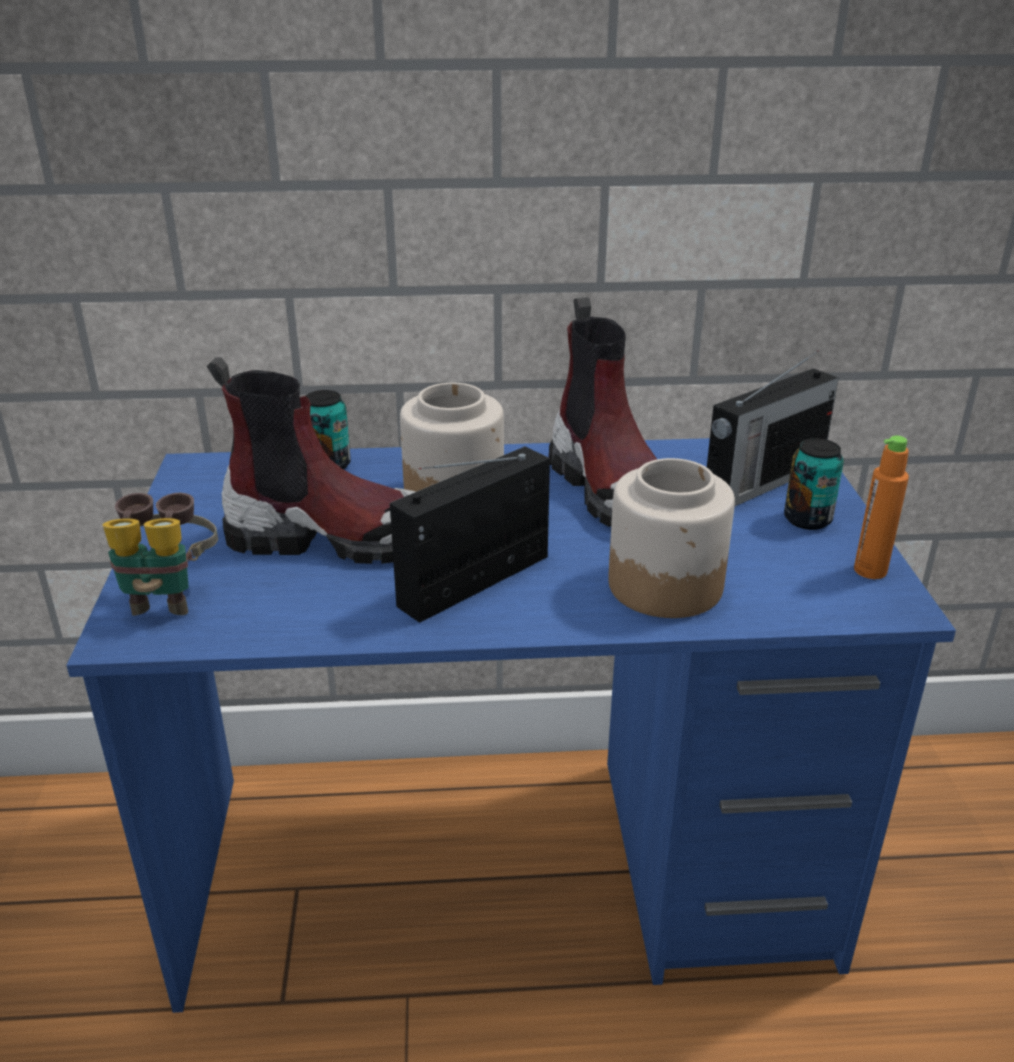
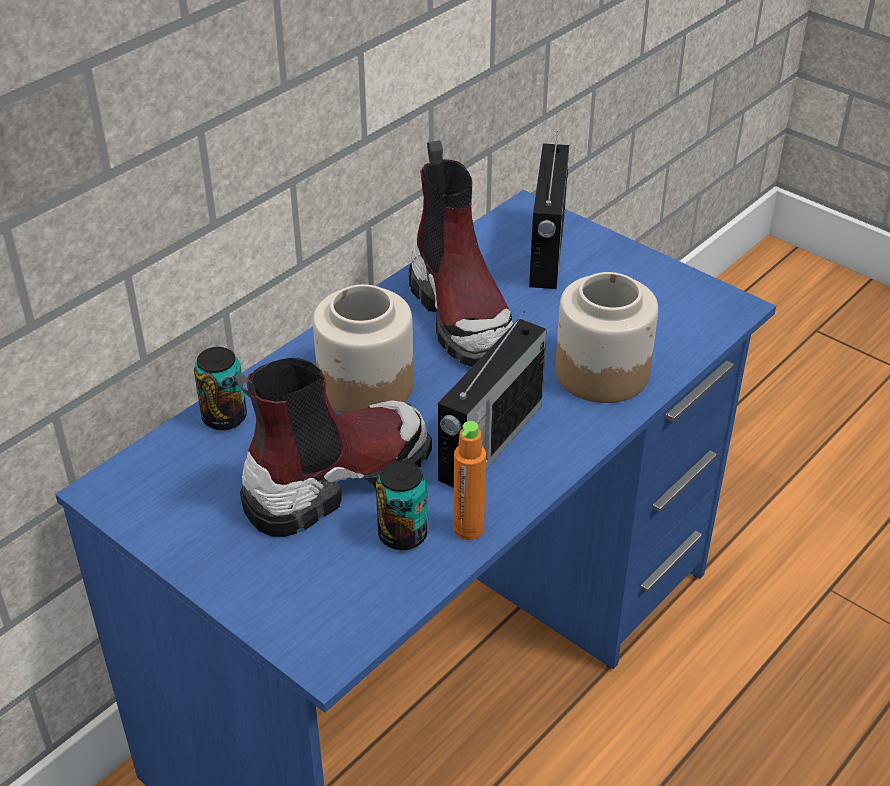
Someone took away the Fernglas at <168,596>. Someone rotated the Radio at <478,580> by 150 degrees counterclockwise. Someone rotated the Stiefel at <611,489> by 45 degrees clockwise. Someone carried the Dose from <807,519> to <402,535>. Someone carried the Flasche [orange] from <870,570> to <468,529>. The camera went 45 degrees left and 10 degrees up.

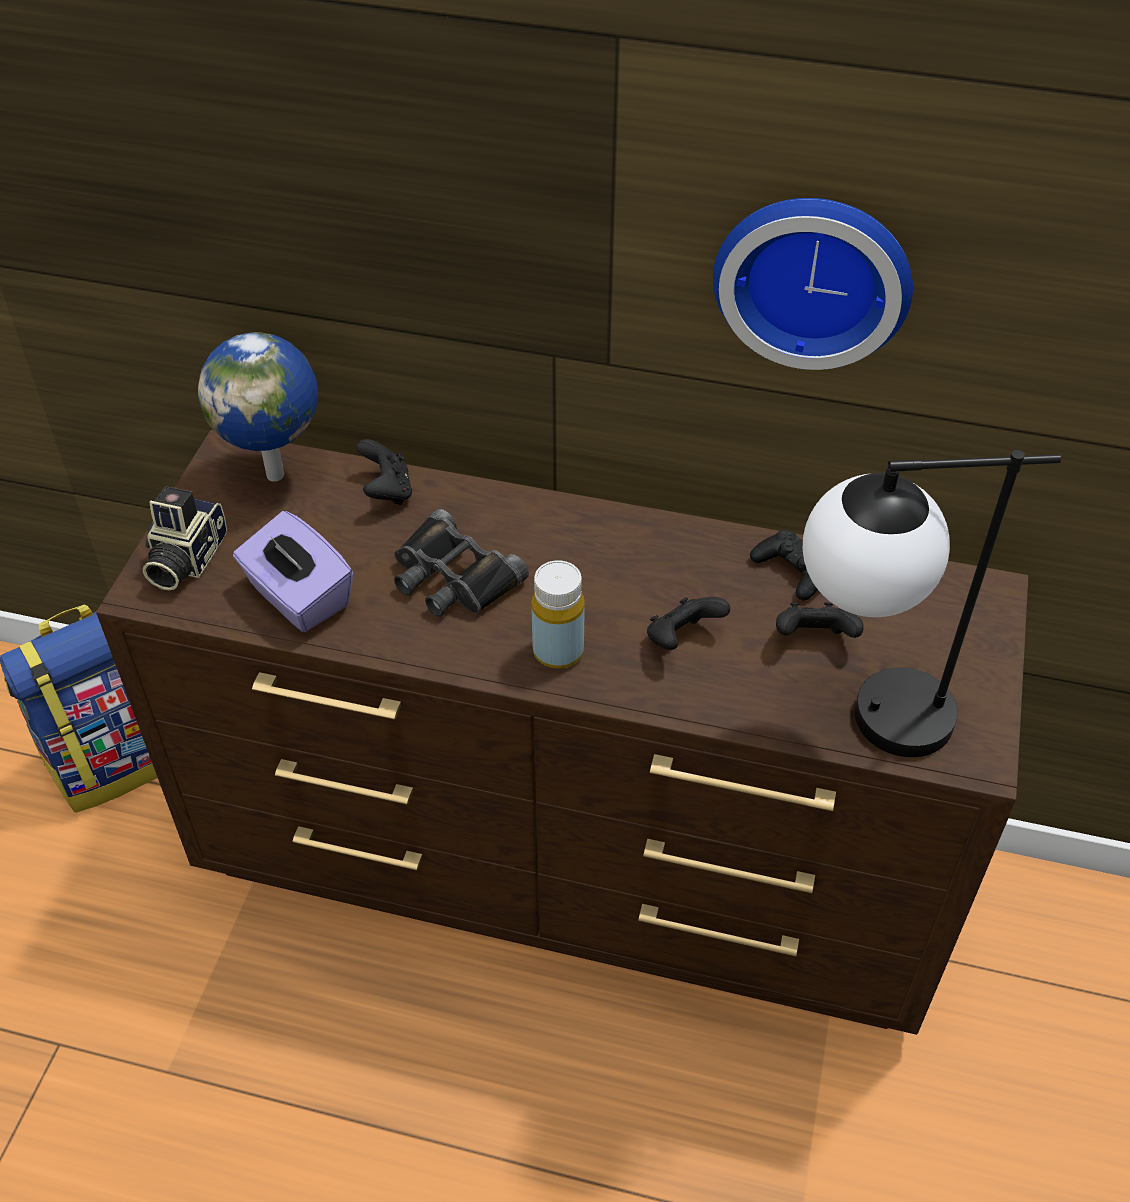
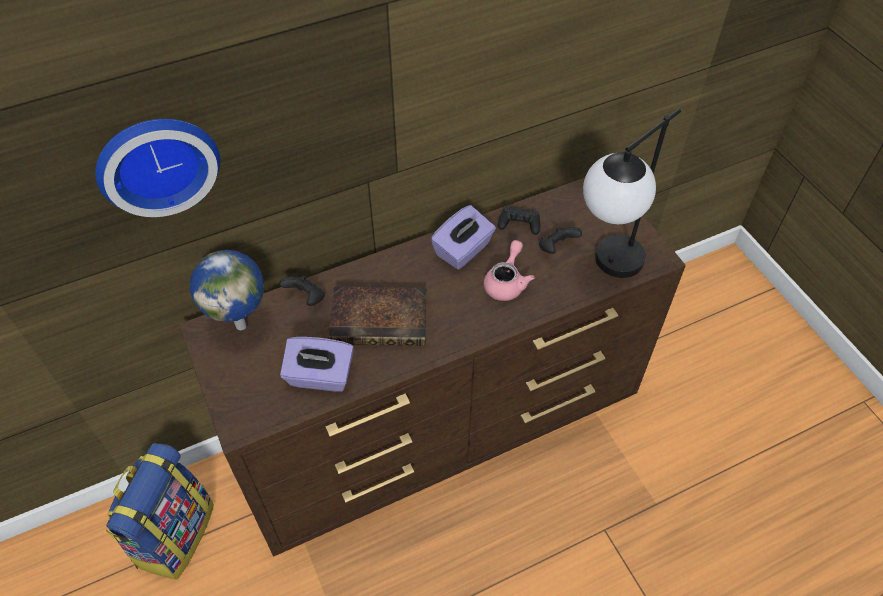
Someone took away the Kamera at <184,559>. Someone swapped the Fernglas [schwarz] at <452,577> for the Buch at <382,319>. Someone took away the Flasche [gelb] at <558,651>. Someone swapped the Gamepad [schwarz] at <682,639> for the Teekanne [rosa] at <506,282>. Someone carried the Wanduhr from <813,275> to <156,161>. Someone put down the Taschentuchbox [lila] at <463,250>. The camera went 40 degrees left and 5 degrees up.

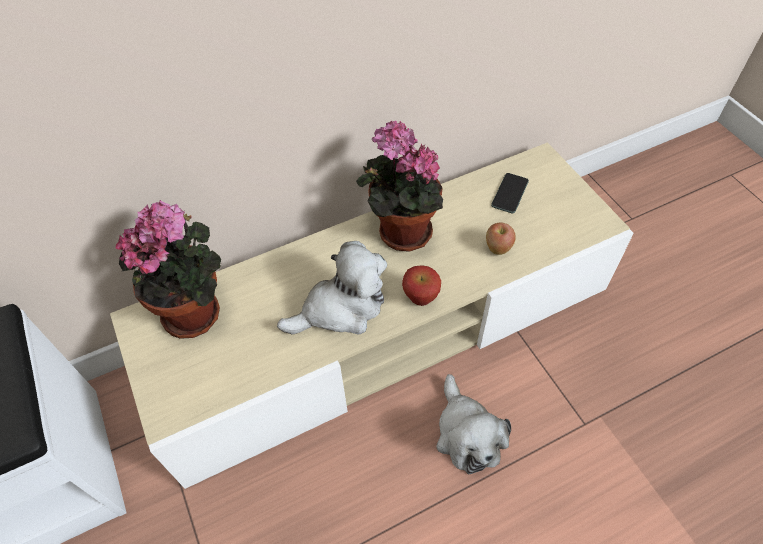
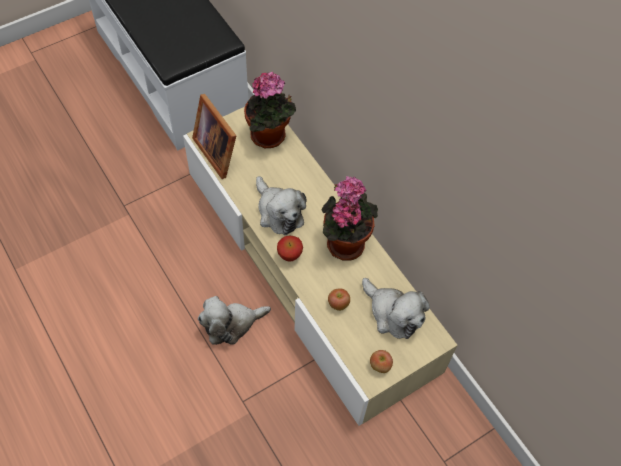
Someone swapped the Handy at <510,193> for the Plüschtier at <393,313>. Someone put down the Bilderrahmen at <218,150>. Someone put down the Apfel at <380,366>. The camera went 80 degrees right and 5 degrees up.

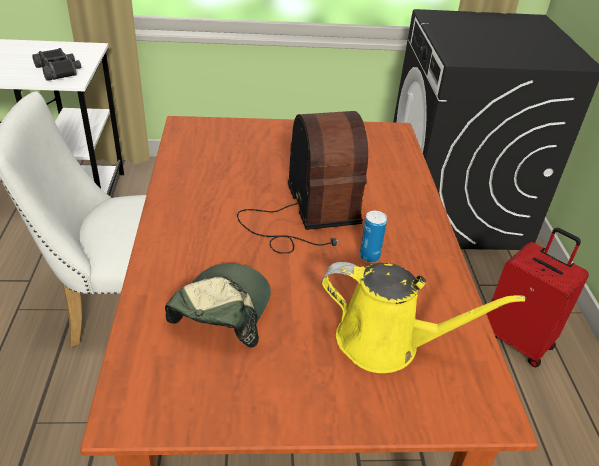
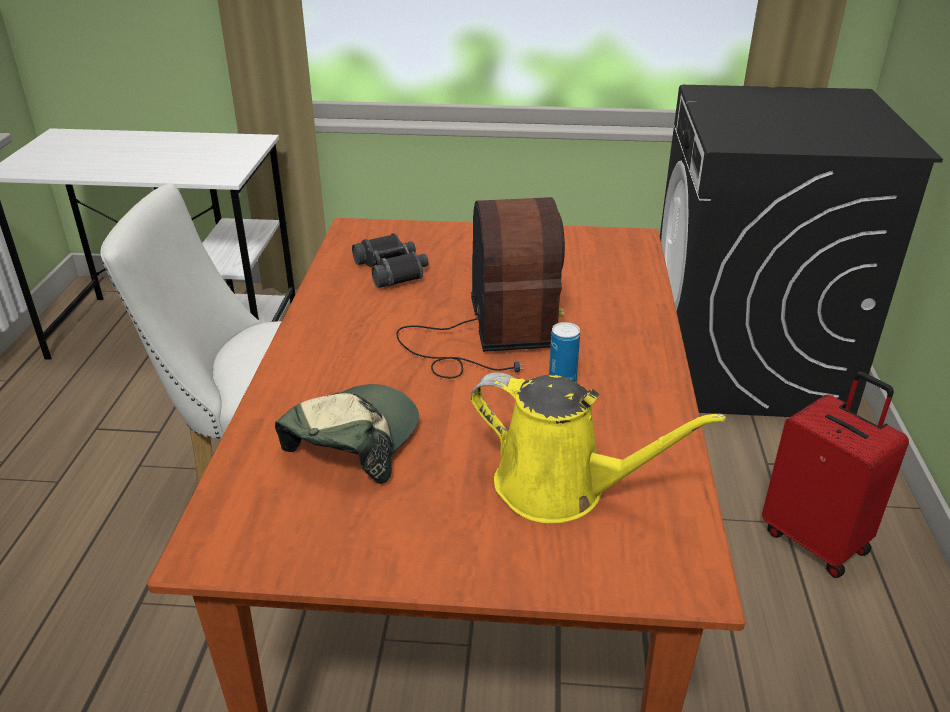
Someone carried the Fernglas [schwarz] from <59,71> to <392,270>. The camera went 10 degrees right and 5 degrees down.

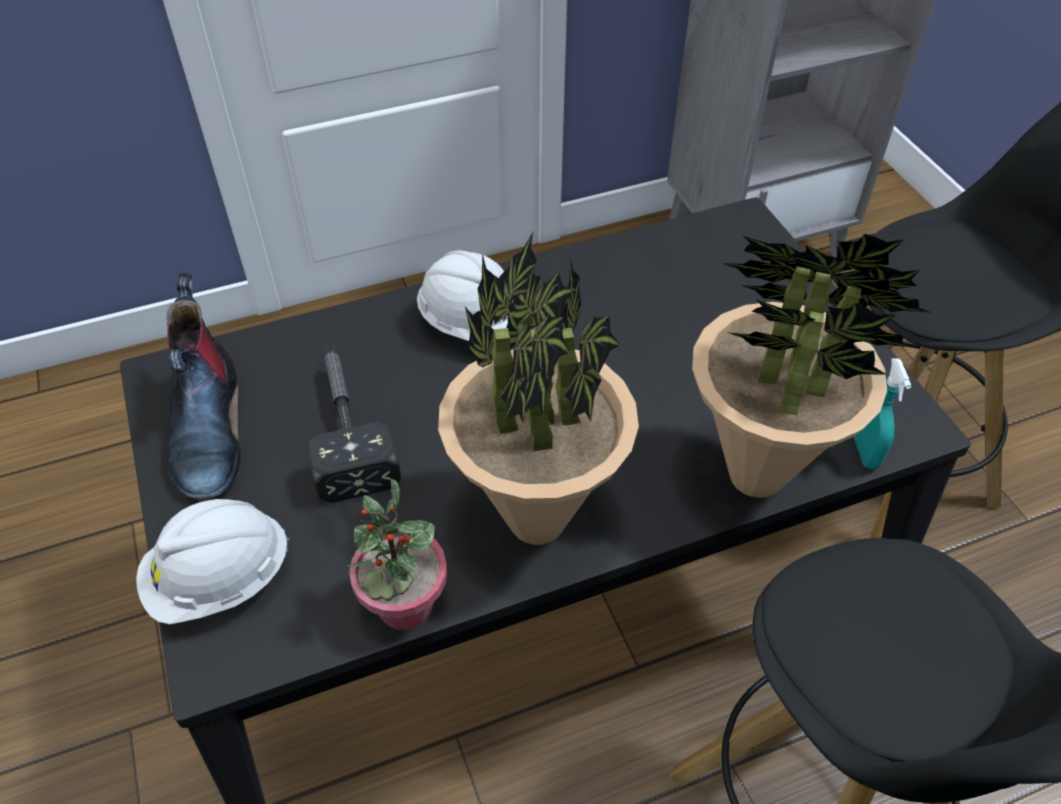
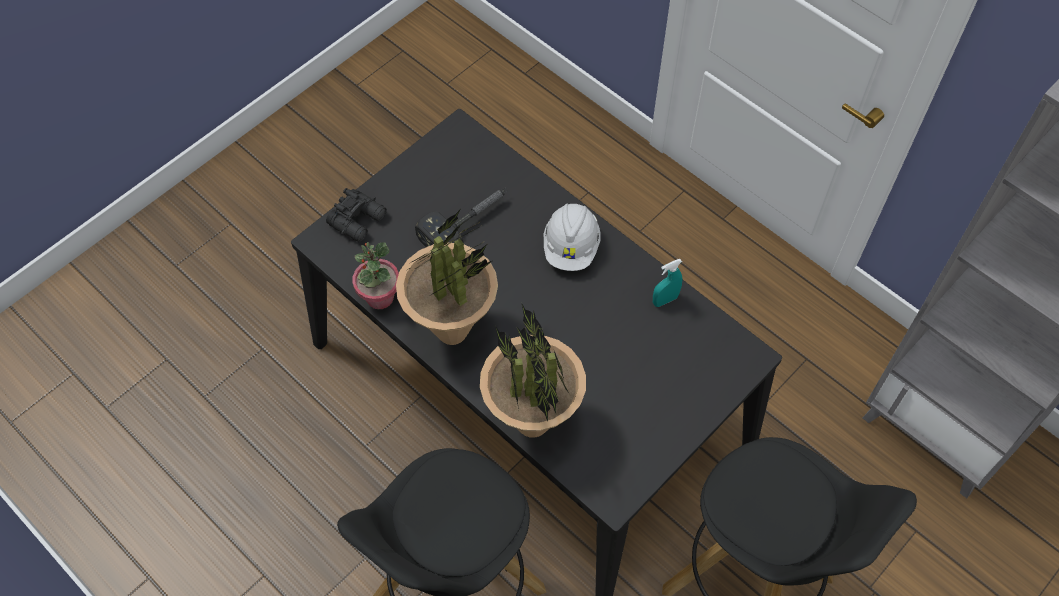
Someone swapped the Schutzhelm [weiß] at <220,580> for the Fernglas [schwarz] at <359,220>. Someone took away the Stiefel at <207,428>. Someone carried the Sprühflasche [türkis] from <865,452> to <665,300>. The camera went 65 degrees right and 10 degrees up.

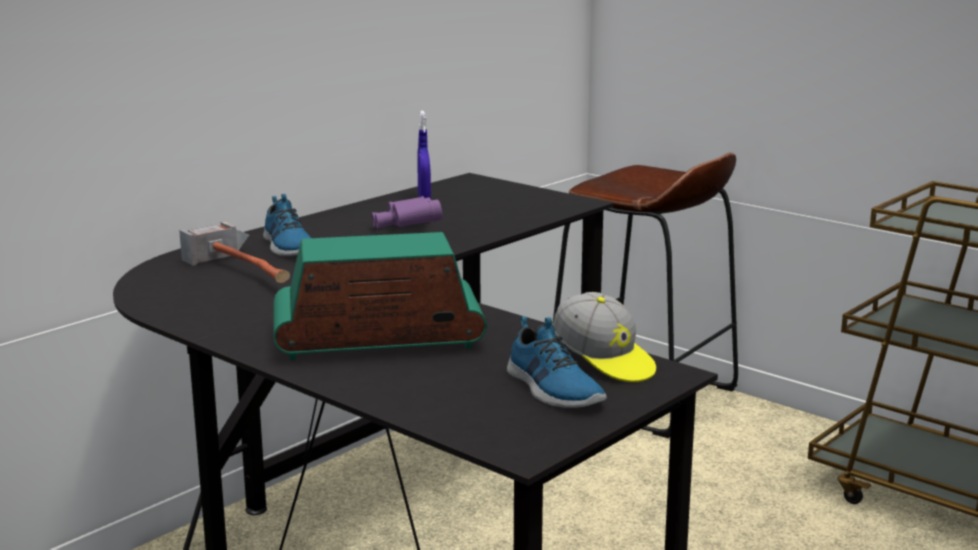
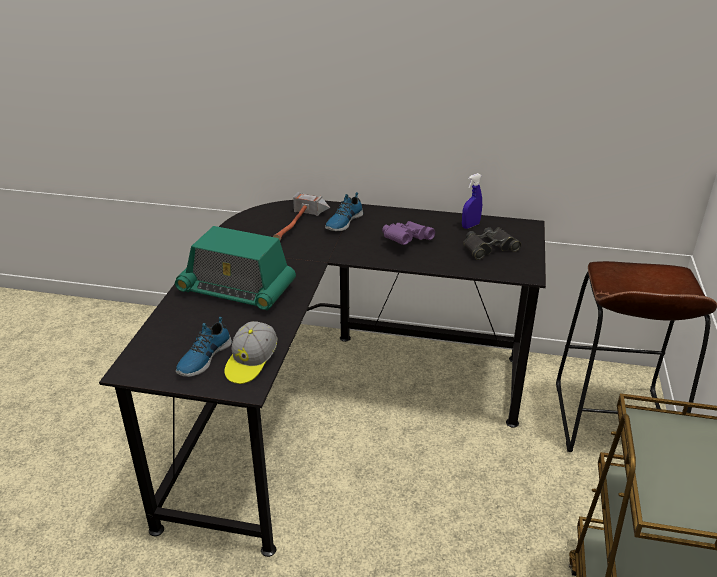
Someone rotated the Radio at <378,338> by 150 degrees clockwise. Someone put down the Fernglas [schwarz] at <489,248>. The camera went 60 degrees right and 15 degrees up.

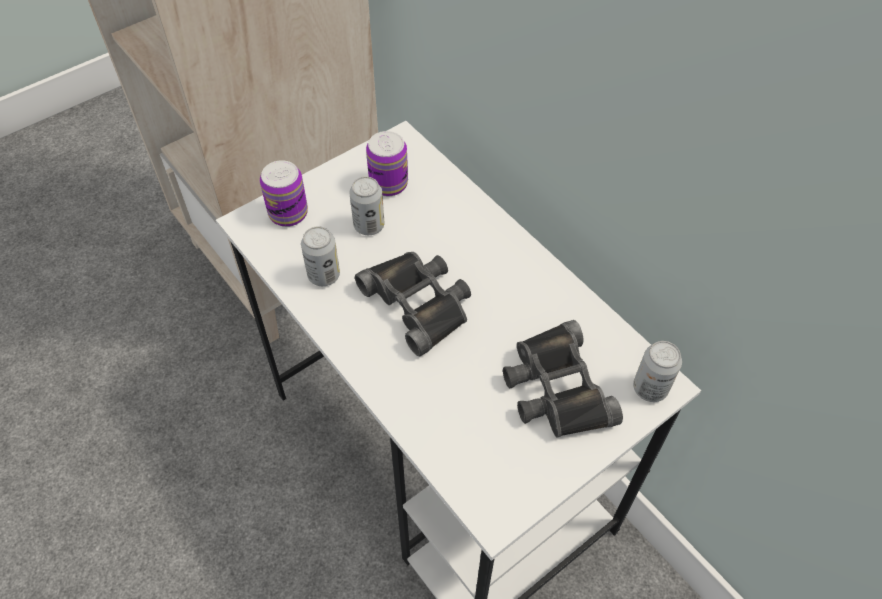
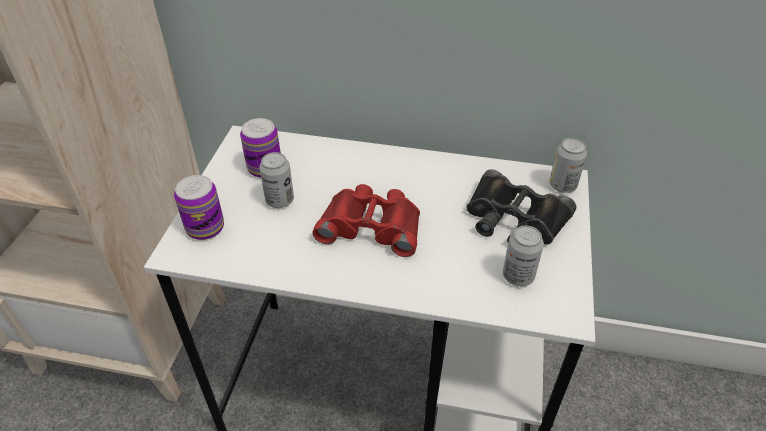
Someone carried the Dose from <324,275> to <518,276>. Someone repainted the Fernglas [schwarz] at <419,303>, which became the Fernglas [rot] at <371,225>. The camera went 40 degrees left and 10 degrees down.

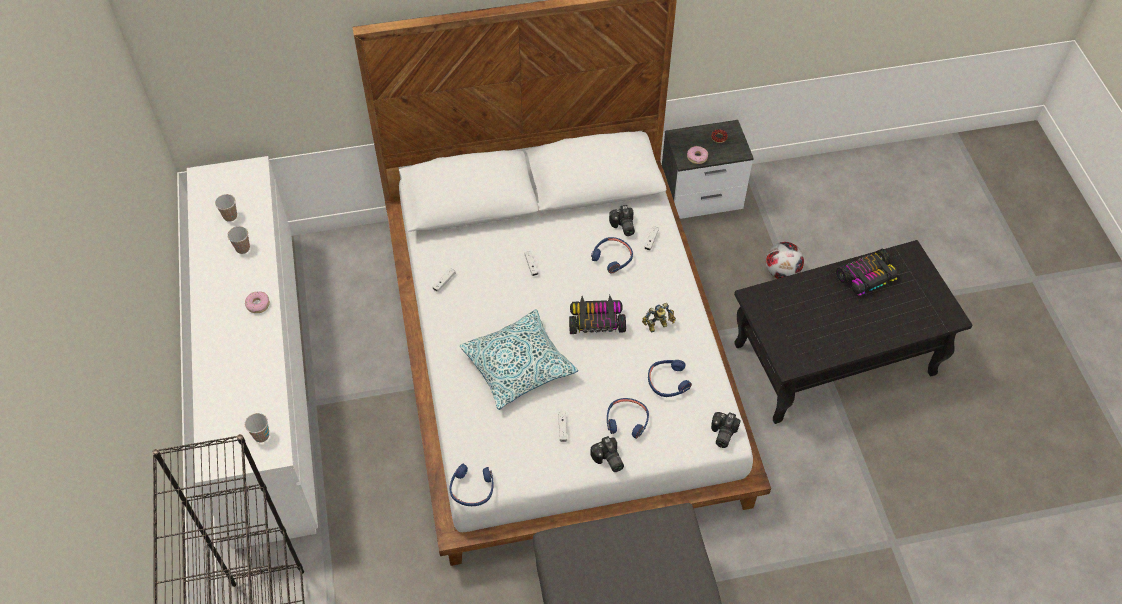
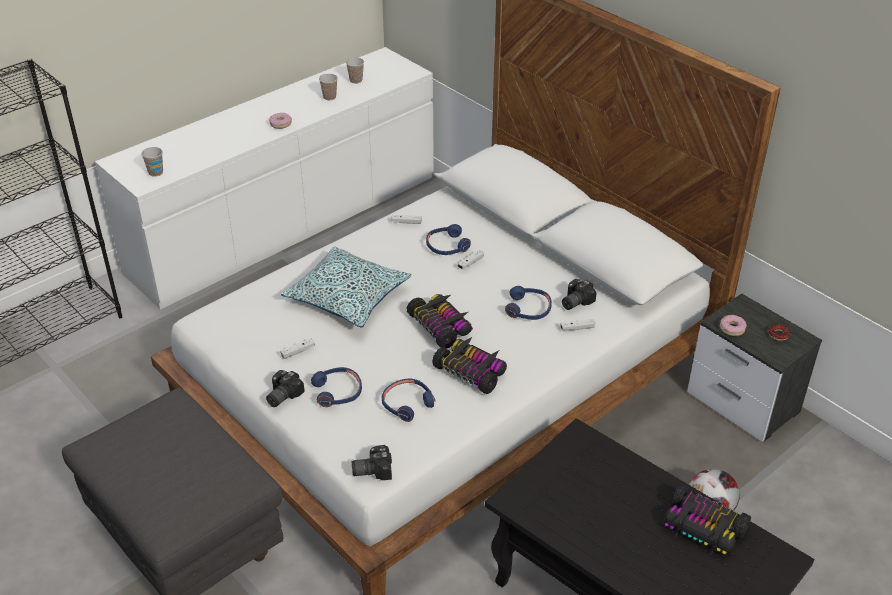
Someone carried the Kopfhörer [blau] from <472,488> to <447,246>. Someone swapped the Spielzeugroboter at <658,326> for the Spielzeugauto at <471,371>. The camera went 60 degrees right and 15 degrees down.

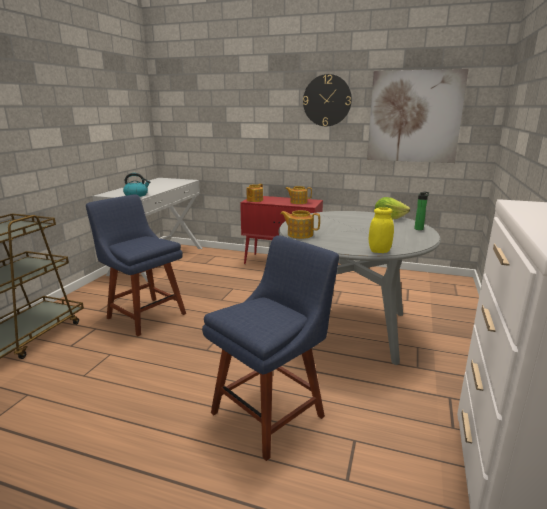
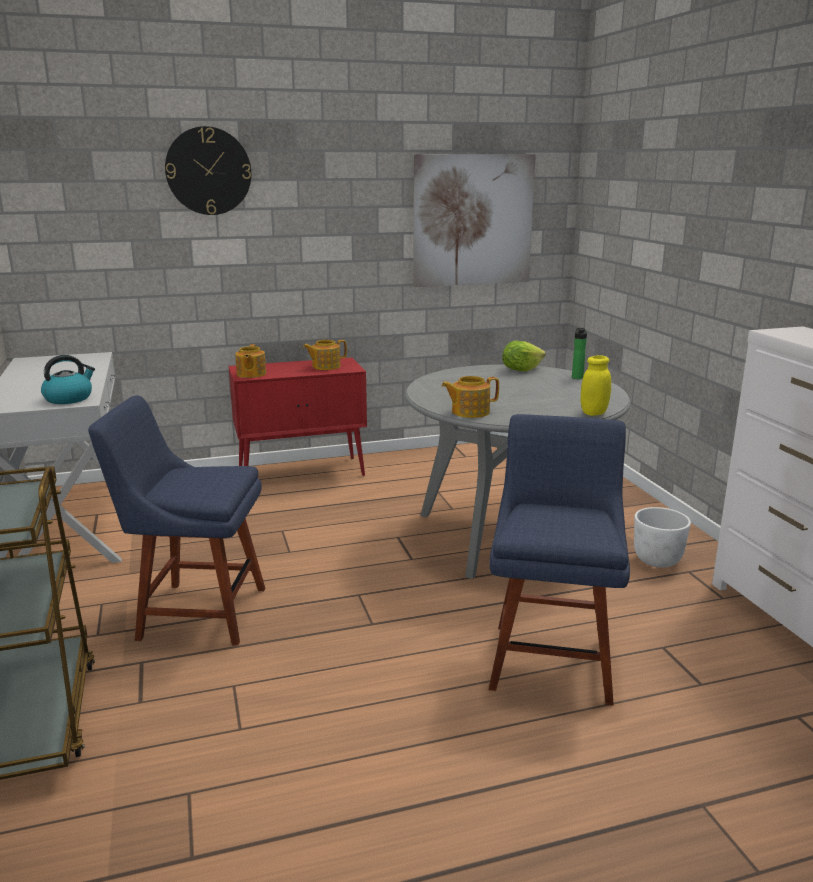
Someone carried the Wanduhr from <327,100> to <208,171>. Someone put down the Pflanzkübel [weiß] at <658,561>. The camera went 35 degrees left and 0 degrees up.

